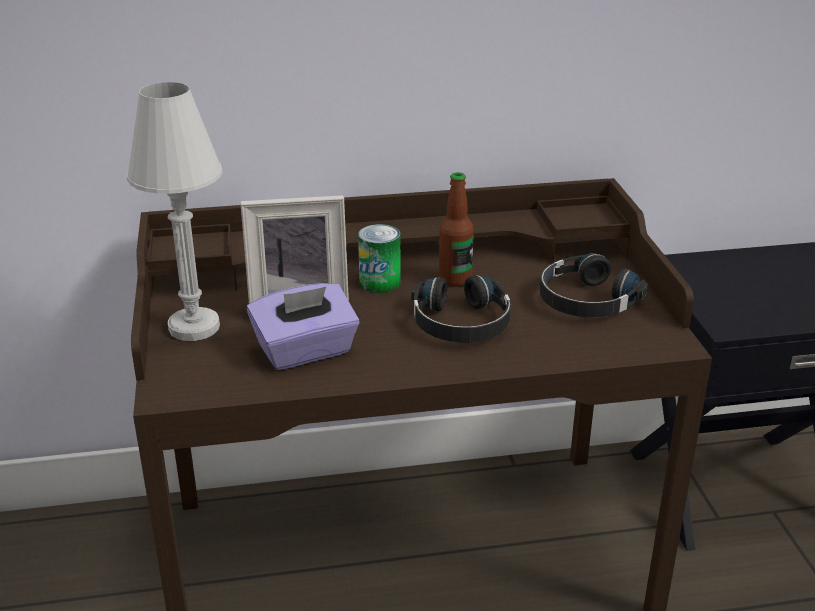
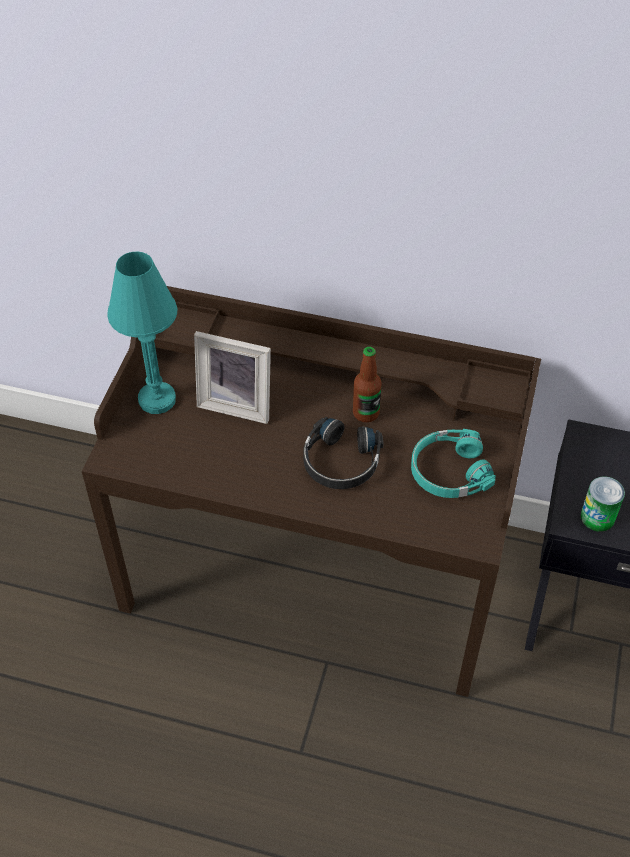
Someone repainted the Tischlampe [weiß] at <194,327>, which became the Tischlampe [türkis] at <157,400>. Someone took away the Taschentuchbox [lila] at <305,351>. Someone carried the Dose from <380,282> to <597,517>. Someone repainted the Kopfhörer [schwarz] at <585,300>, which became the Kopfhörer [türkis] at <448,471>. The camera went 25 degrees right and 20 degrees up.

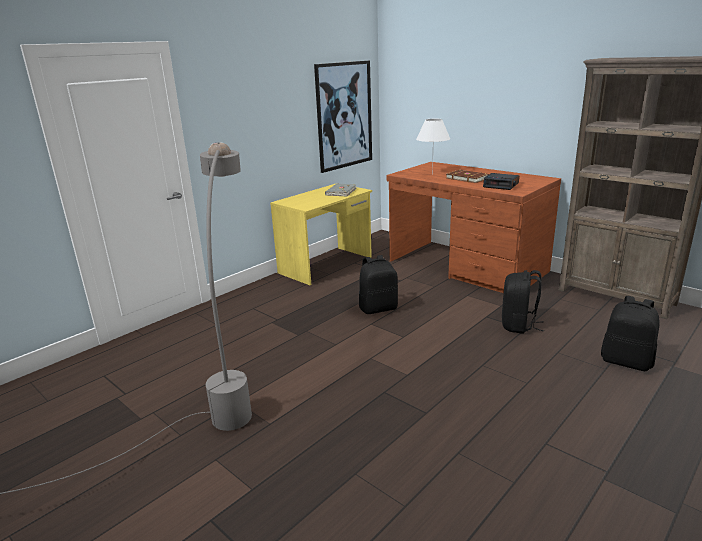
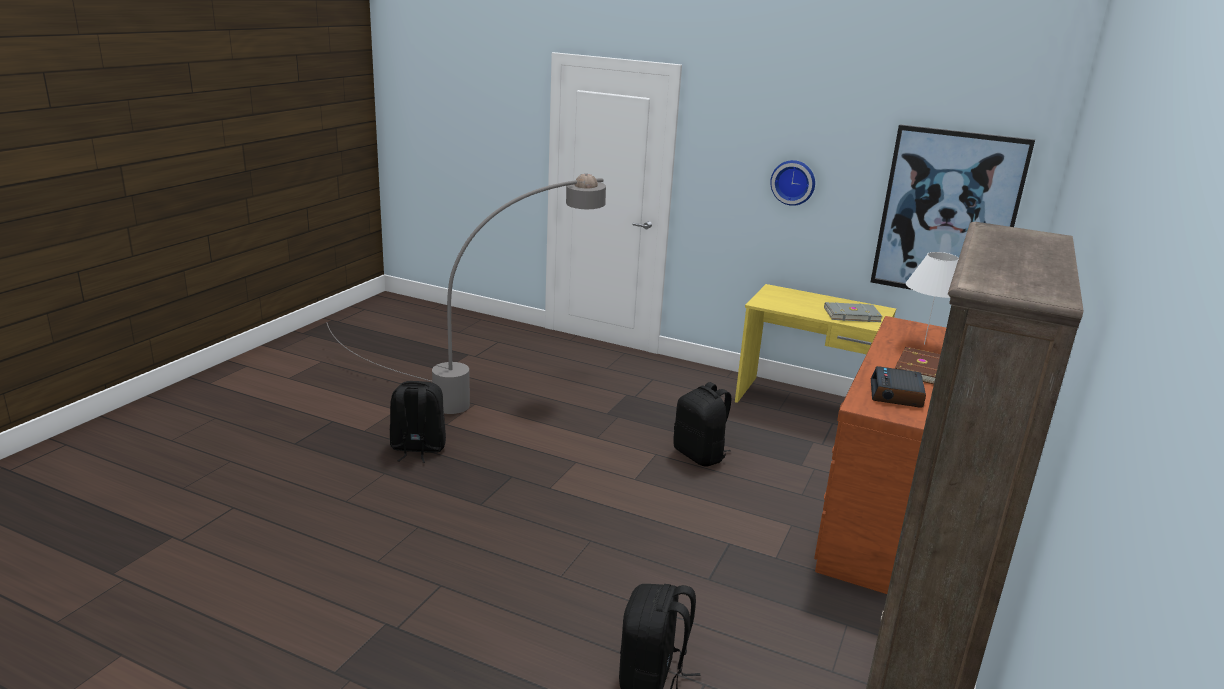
Someone carried the Rucksack [schwarz] from <519,325> to <417,448>. Someone put up the Wanduhr at <793,182>. The camera went 70 degrees right and 0 degrees up.

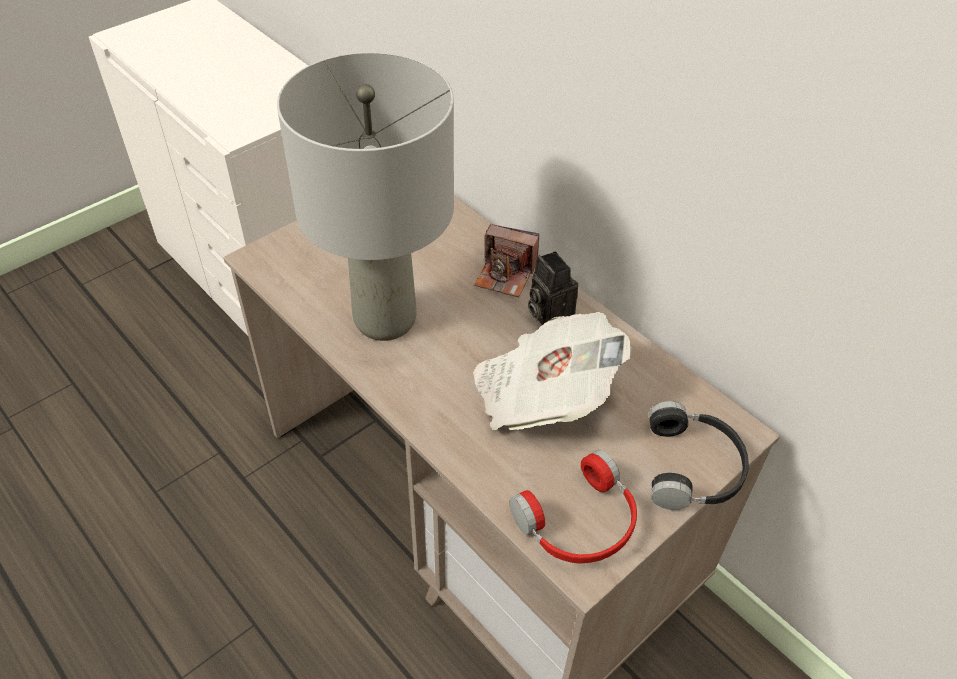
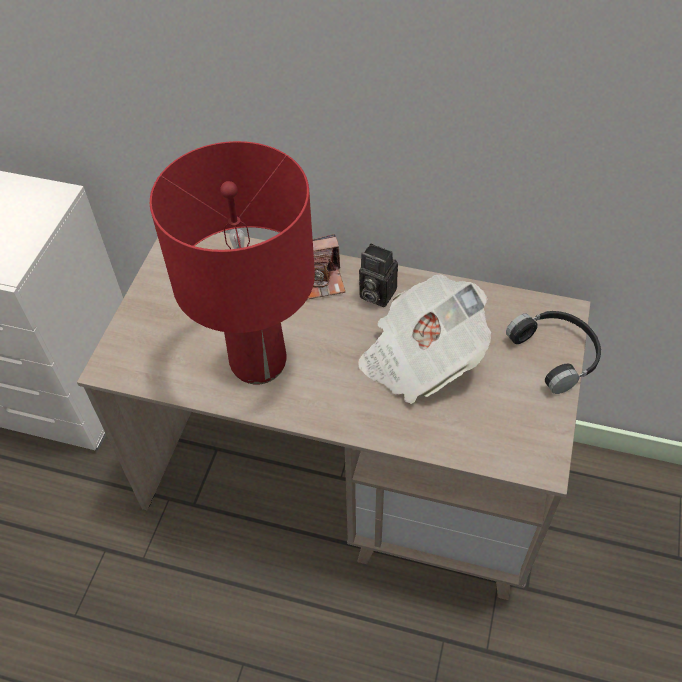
Someone repainted the Tischlampe [grau] at <383,319>, which became the Tischlampe [rot] at <257,364>. Someone took away the Kopfhörer [rot] at <580,523>. The camera went 30 degrees left and 5 degrees up.

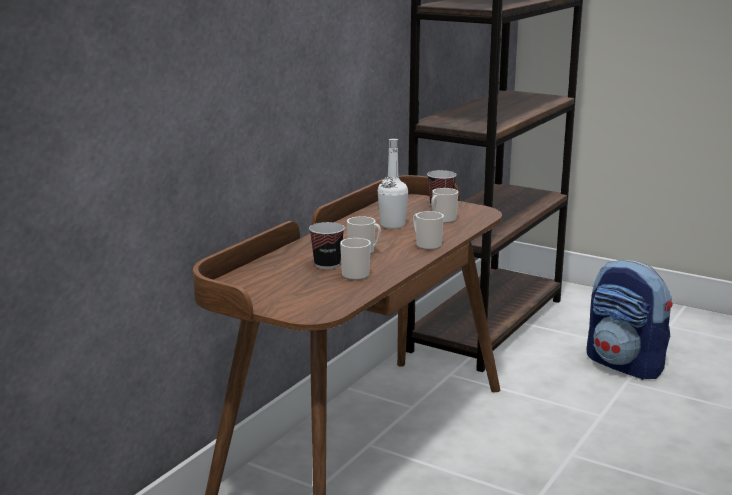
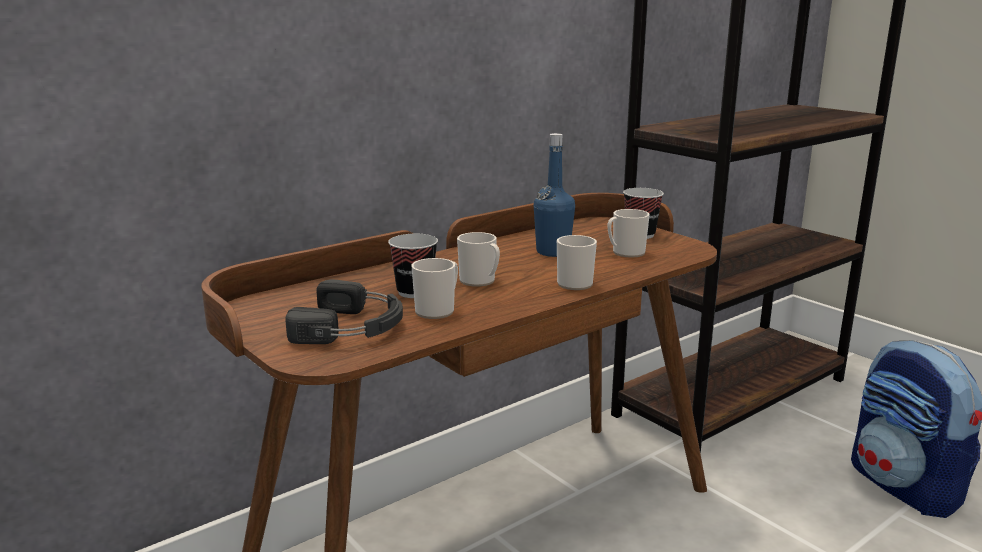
Someone repainted the Flasche [weiß] at <392,225>, which became the Flasche [blau] at <553,252>. Someone put down the Kopfhörer [schwarz] at <353,327>. The camera went 20 degrees right and 0 degrees up.

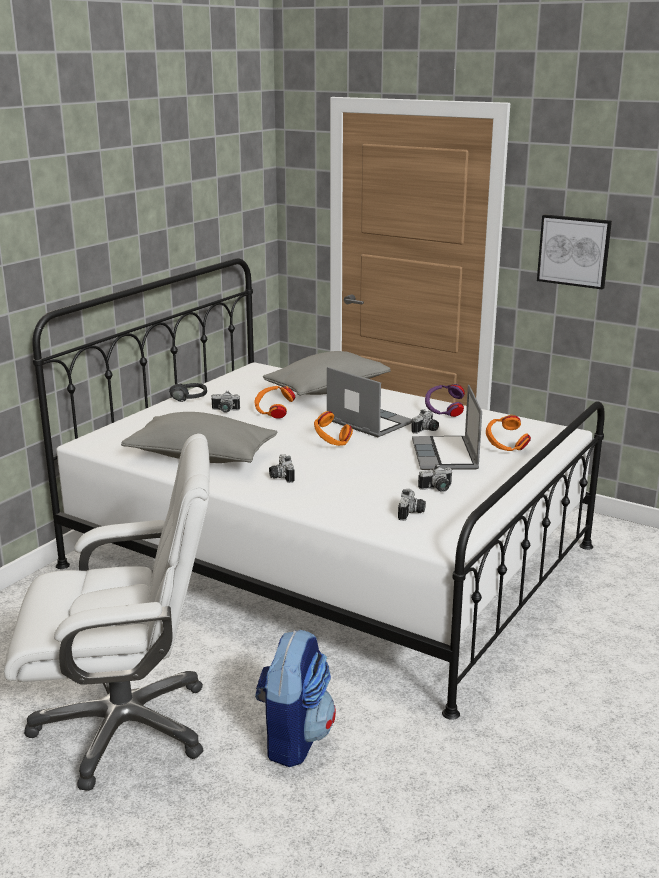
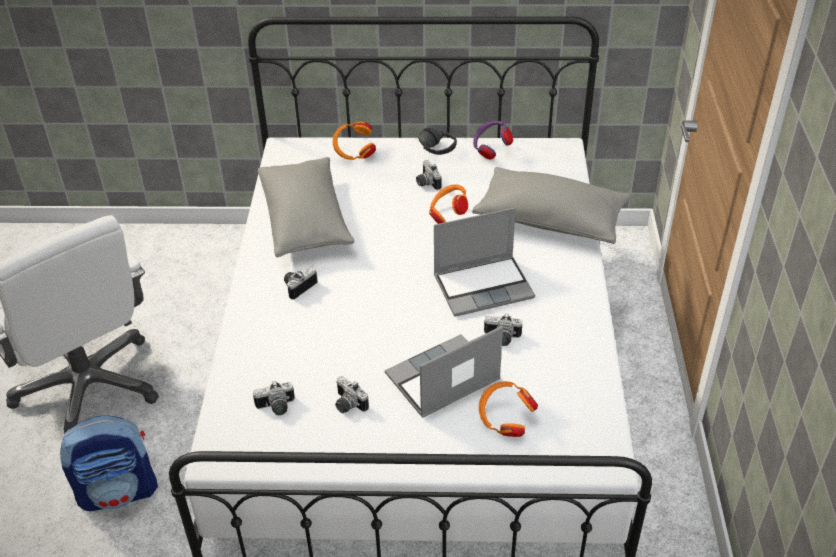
Someone carried the Kopfhörer [orange] from <332,444> to <354,153>. Someone rotated the Laptop at <367,422> by 60 degrees clockwise. Someone carried the Kopfhörer [lila] from <443,413> to <491,150>. Someone took away the Bild at <574,251>. The camera went 60 degrees right and 20 degrees up.

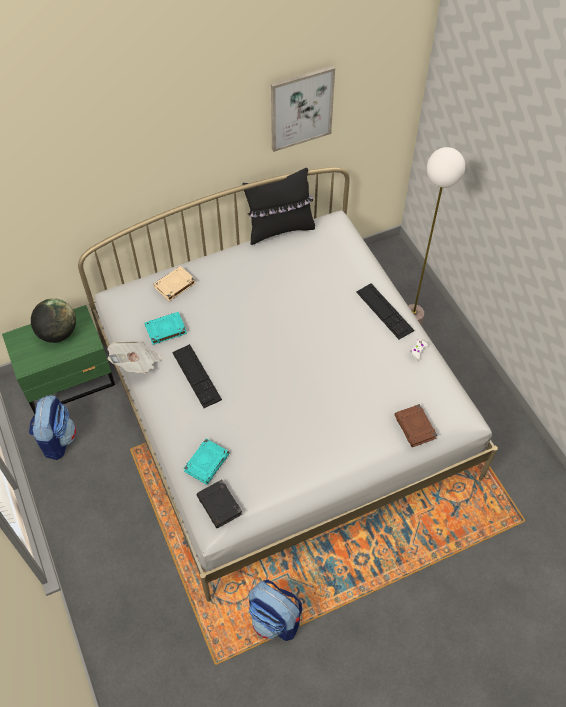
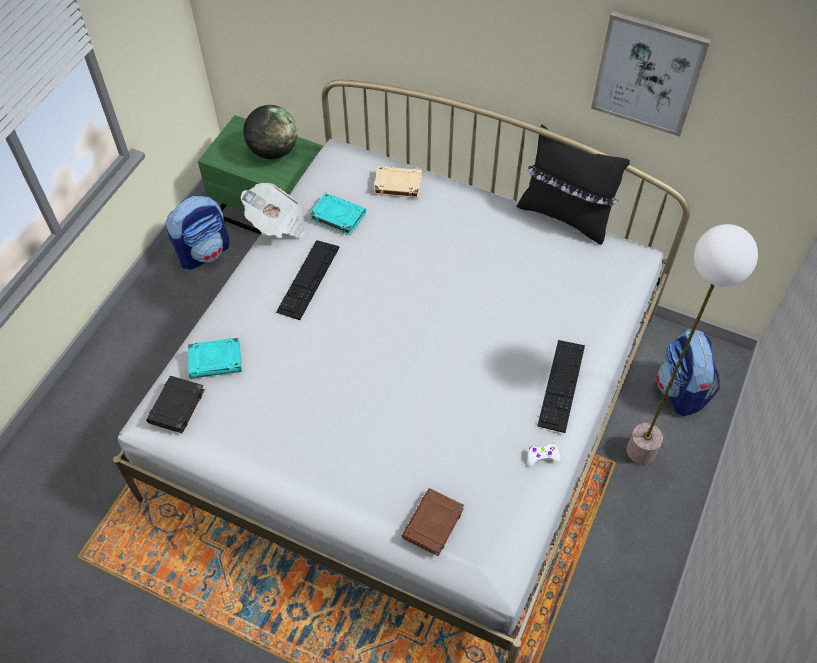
Someone carried the Rucksack from <275,619> to <681,390>. The camera went 50 degrees right and 0 degrees up.

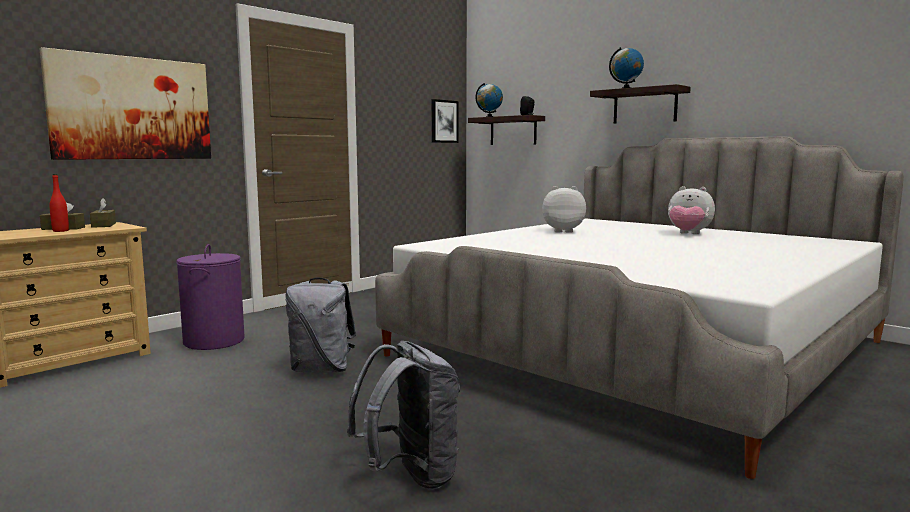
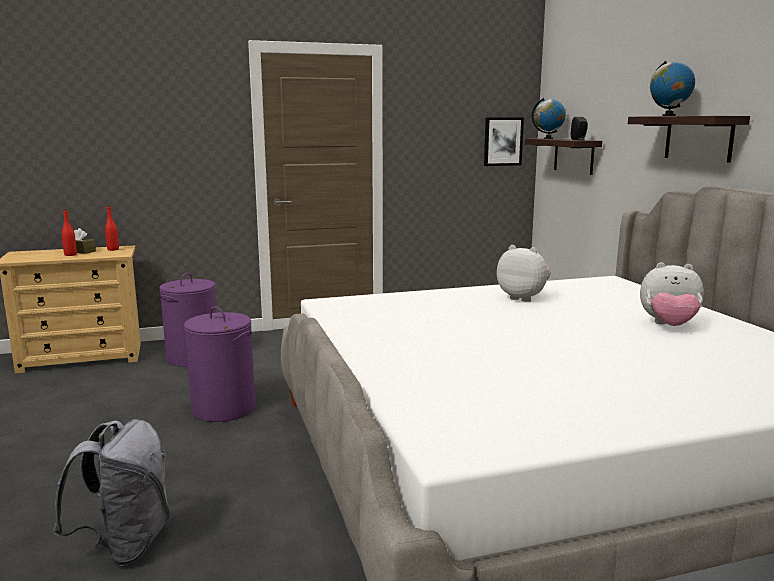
Someone took away the Bild at <132,108>. Someone swapped the Taschentuchbox [braun] at <103,225> for the Flasche [rot] at <113,249>. Someone swapped the Rucksack [grau] at <322,369> for the Wäschekorb [lila] at <224,408>. Someone rotated the Plüschtier at <688,234> by 45 degrees counterclockwise. The camera went 30 degrees right and 5 degrees up.

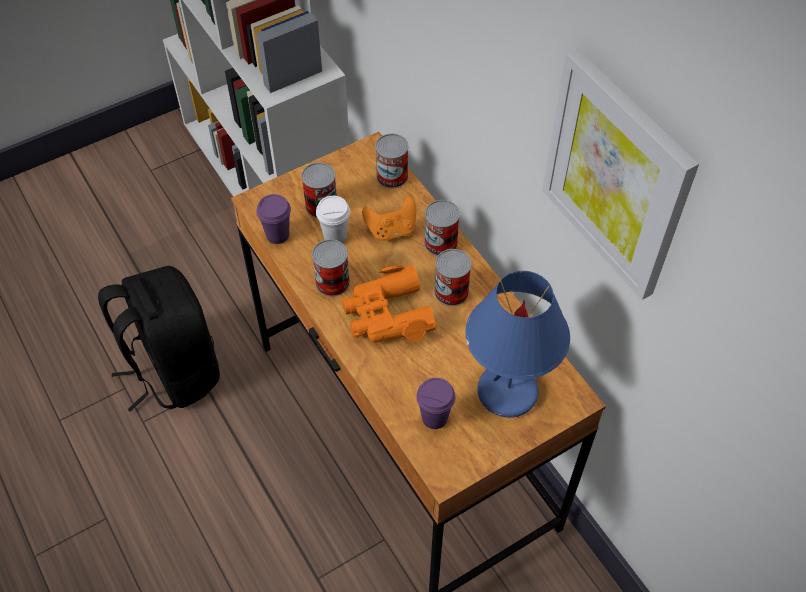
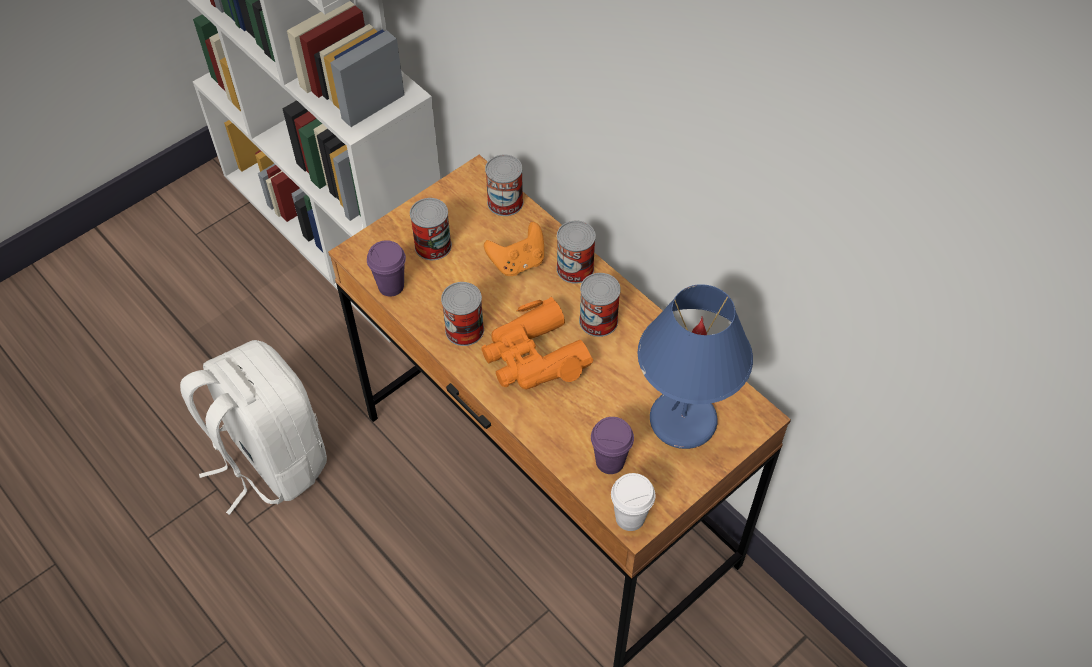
Someone repainted the Rucksack [schwarz] at <173,370>, which became the Rucksack [weiß] at <270,459>. Someone carried the Tasse [weiß] from <335,236> to <630,517>. Someone took away the Bild at <617,176>. The camera went 10 degrees left and 0 degrees up.

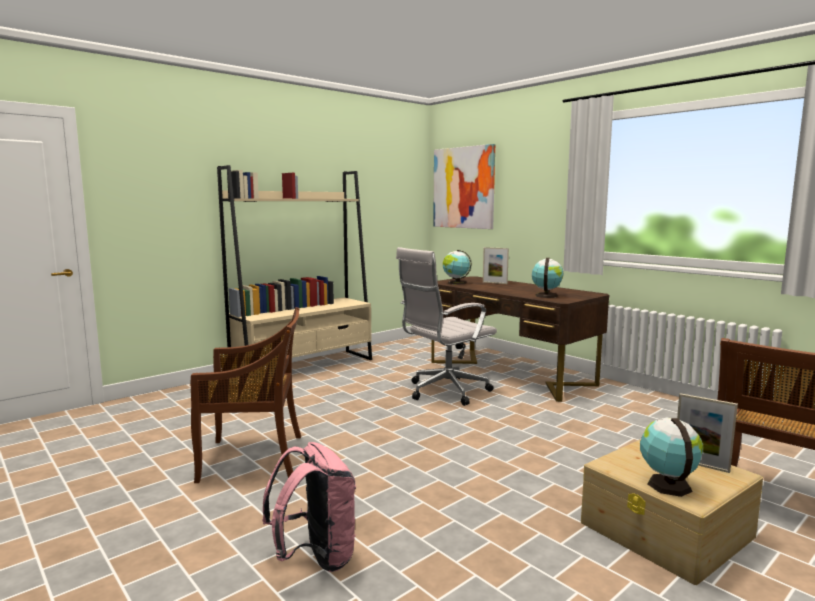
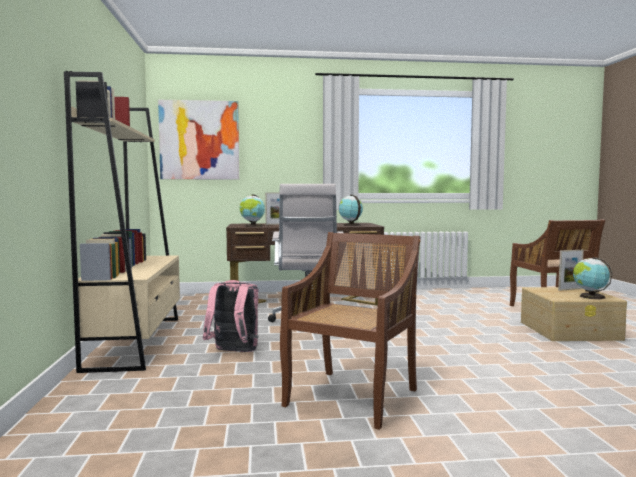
Someone carried the Rucksack [rosa] from <316,557> to <233,352>. The camera went 55 degrees left and 5 degrees down.

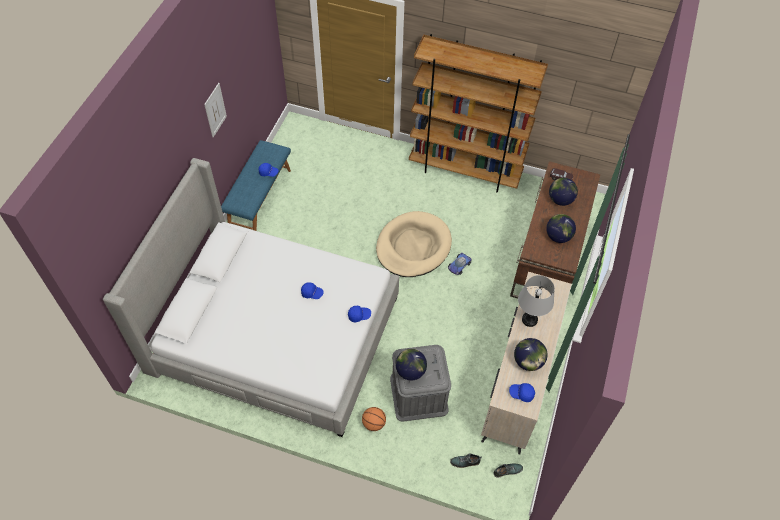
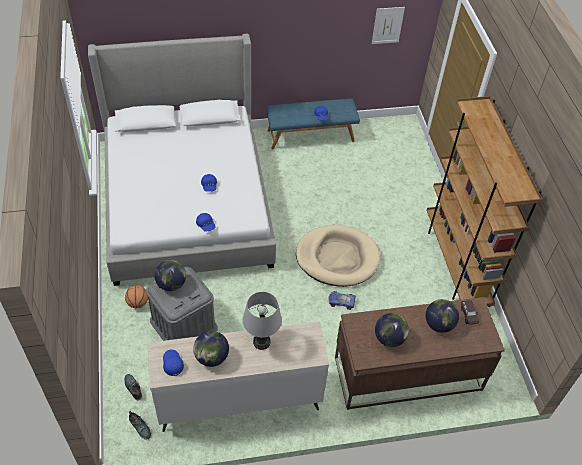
Someone carried the Bild from <215,110> to <387,25>. The camera went 60 degrees right and 5 degrees down.

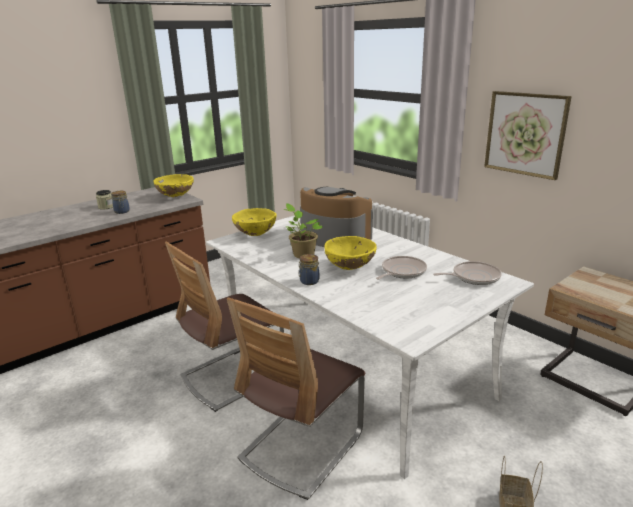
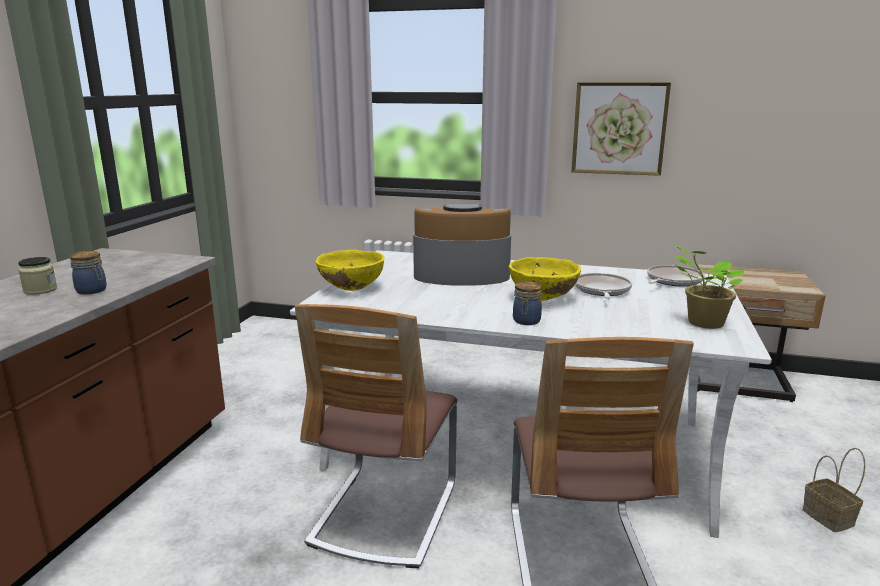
Someone took away the Schüssel [gelb] at <176,197>. Someone carried the Topfpflanze from <302,254> to <702,323>. The camera went 35 degrees left and 5 degrees down.

